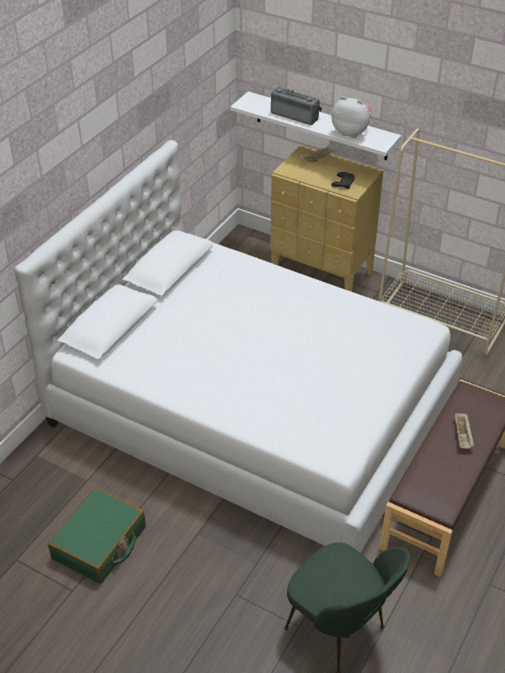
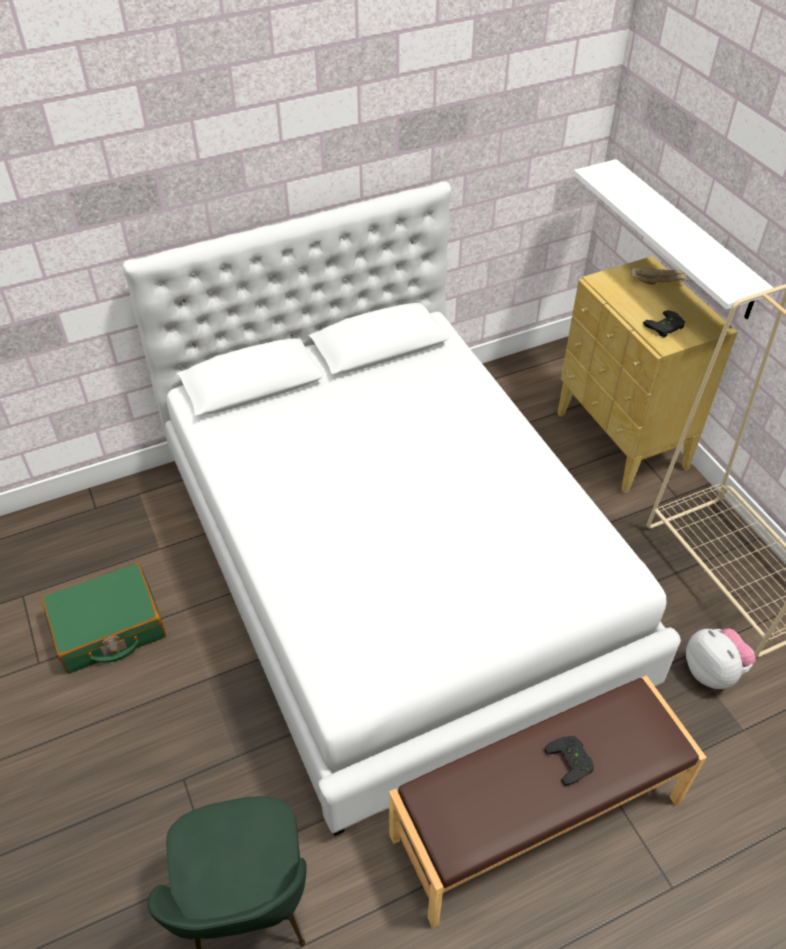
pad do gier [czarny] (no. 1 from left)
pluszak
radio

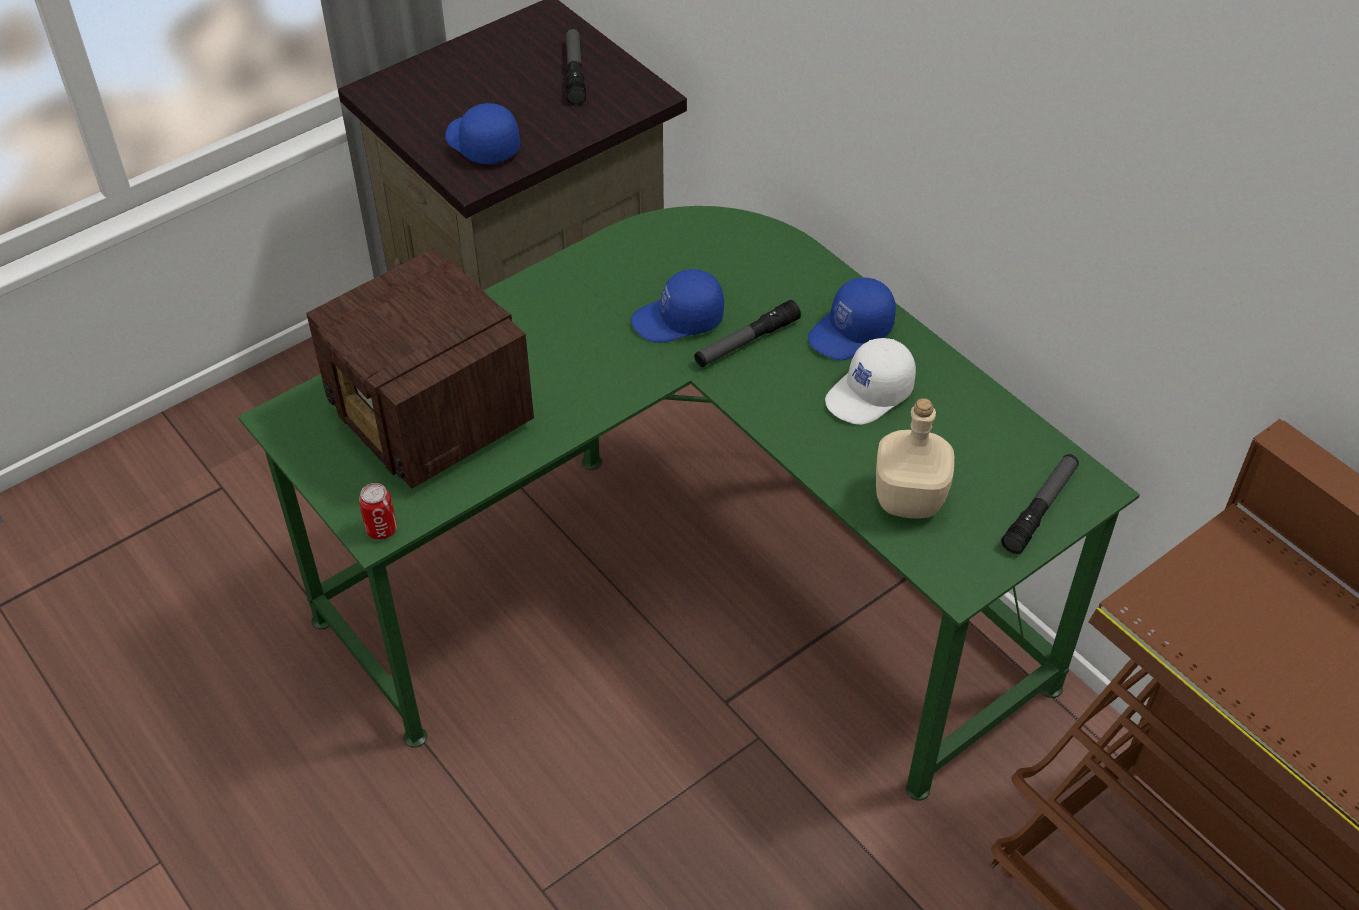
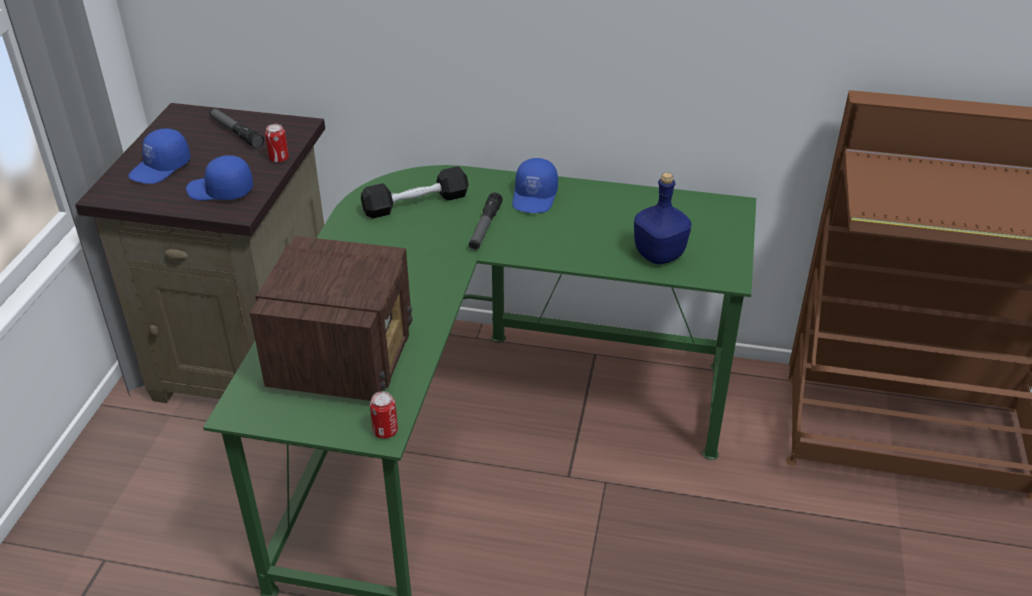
czapka z daszkiem [niebieski] (no. 1 from left)
radio
puszka (no. 1 from left)
hantel [czarny]
butelka [niebieski]
czapka z daszkiem [biały]
latarka (no. 3 from left in the first image)

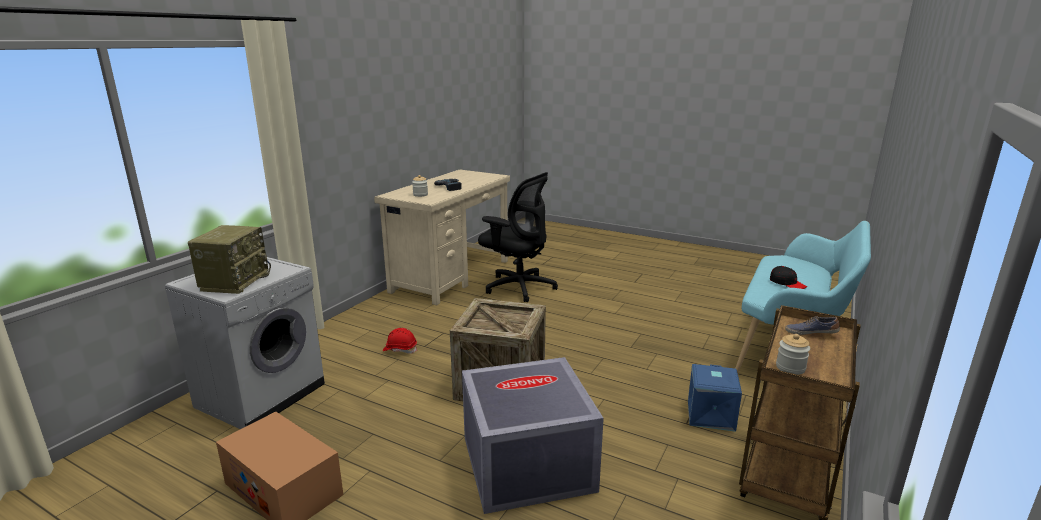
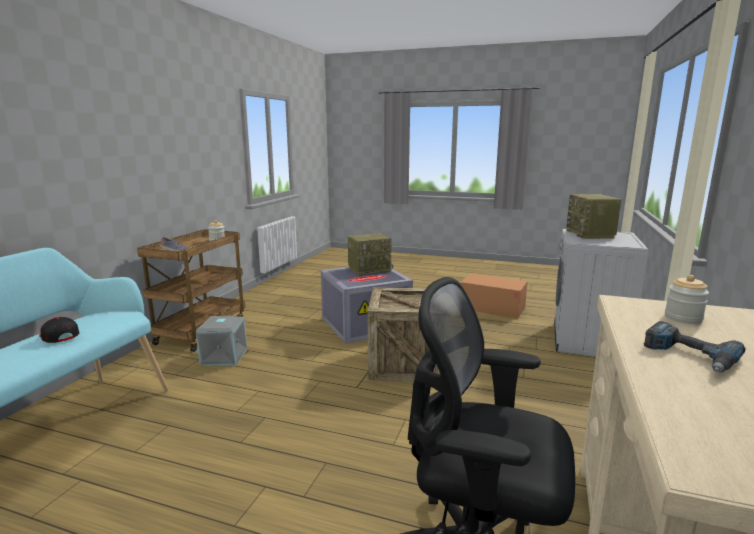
pojemnik do przechowywania [szary] (no. 1 from left)
radio (no. 1 from left)
kask [czerwony]

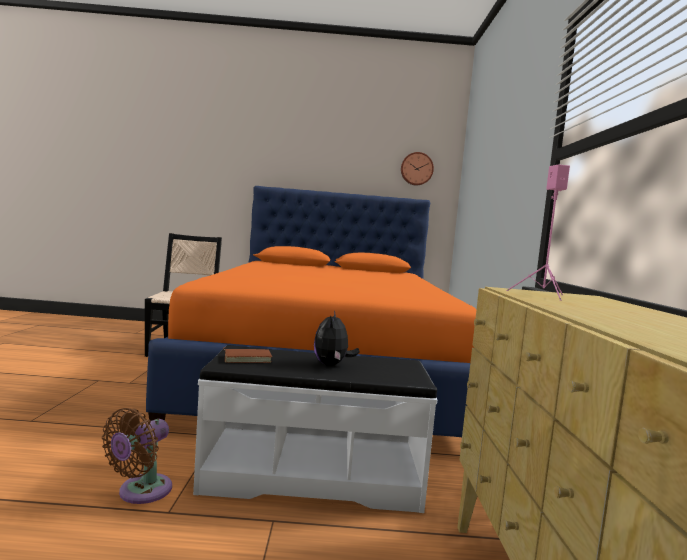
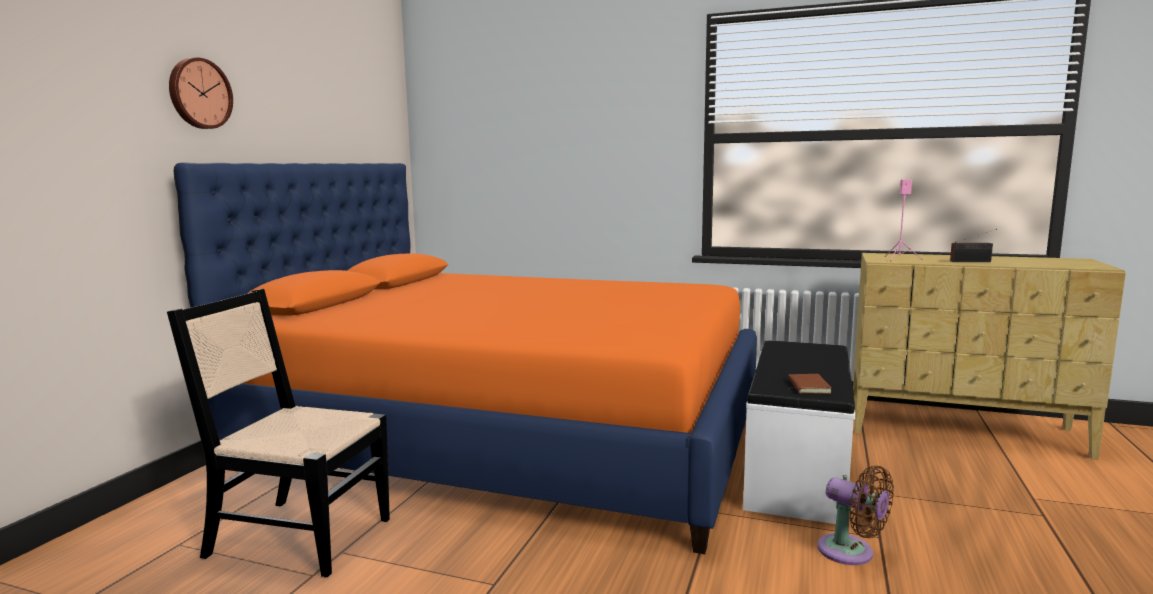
zegar ścienny
radio
pluszak

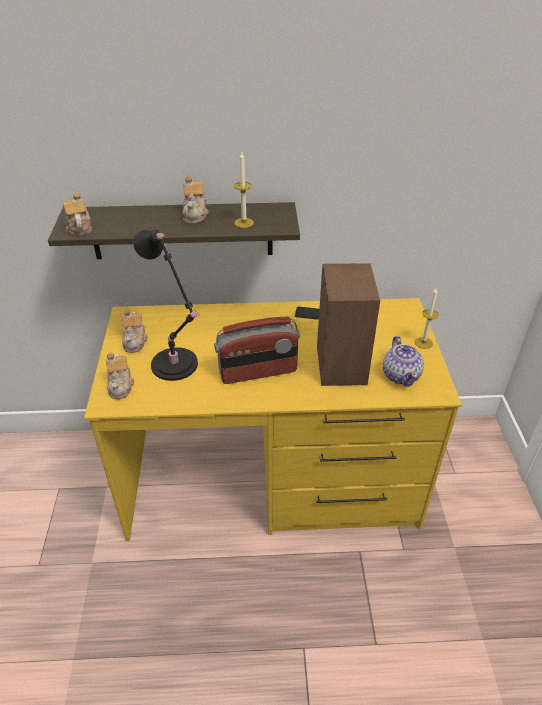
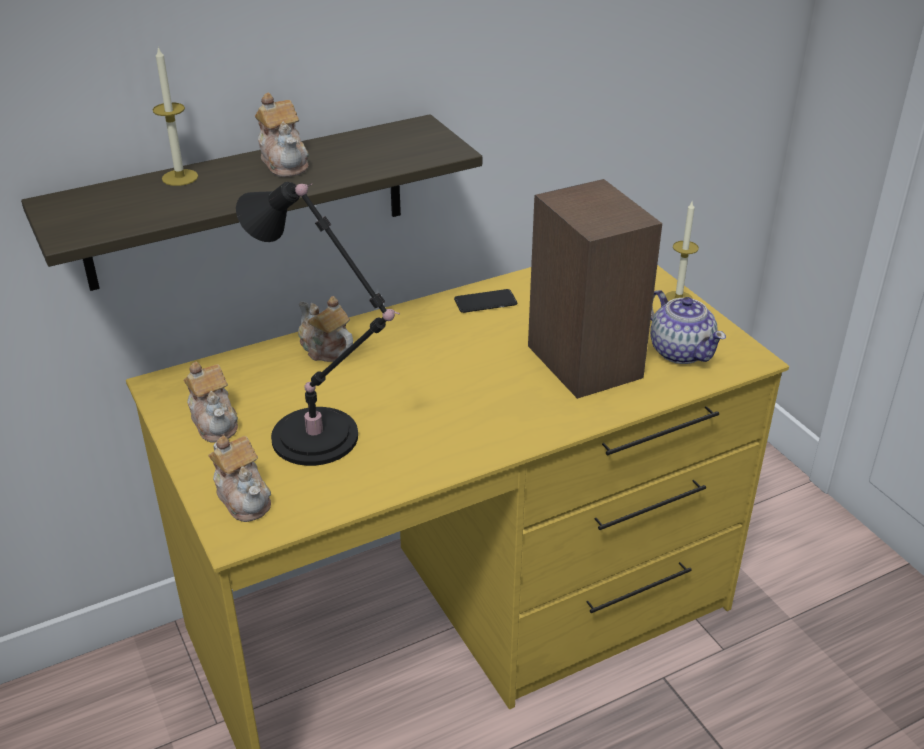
świeca (no. 1 from left)
imbryk (no. 4 from left)
radio

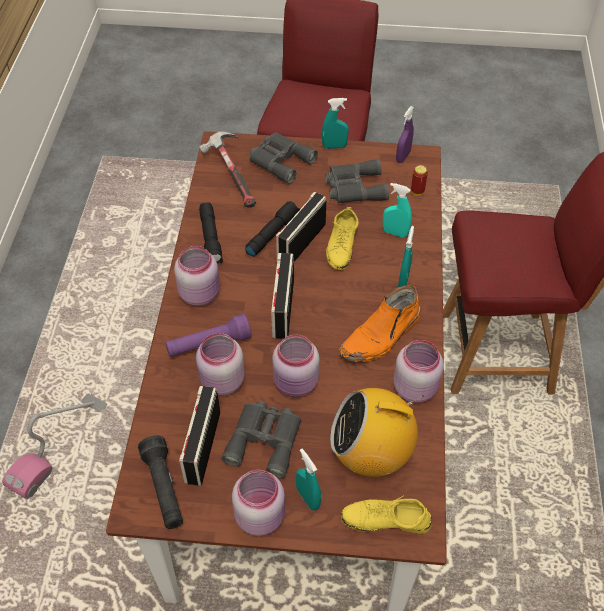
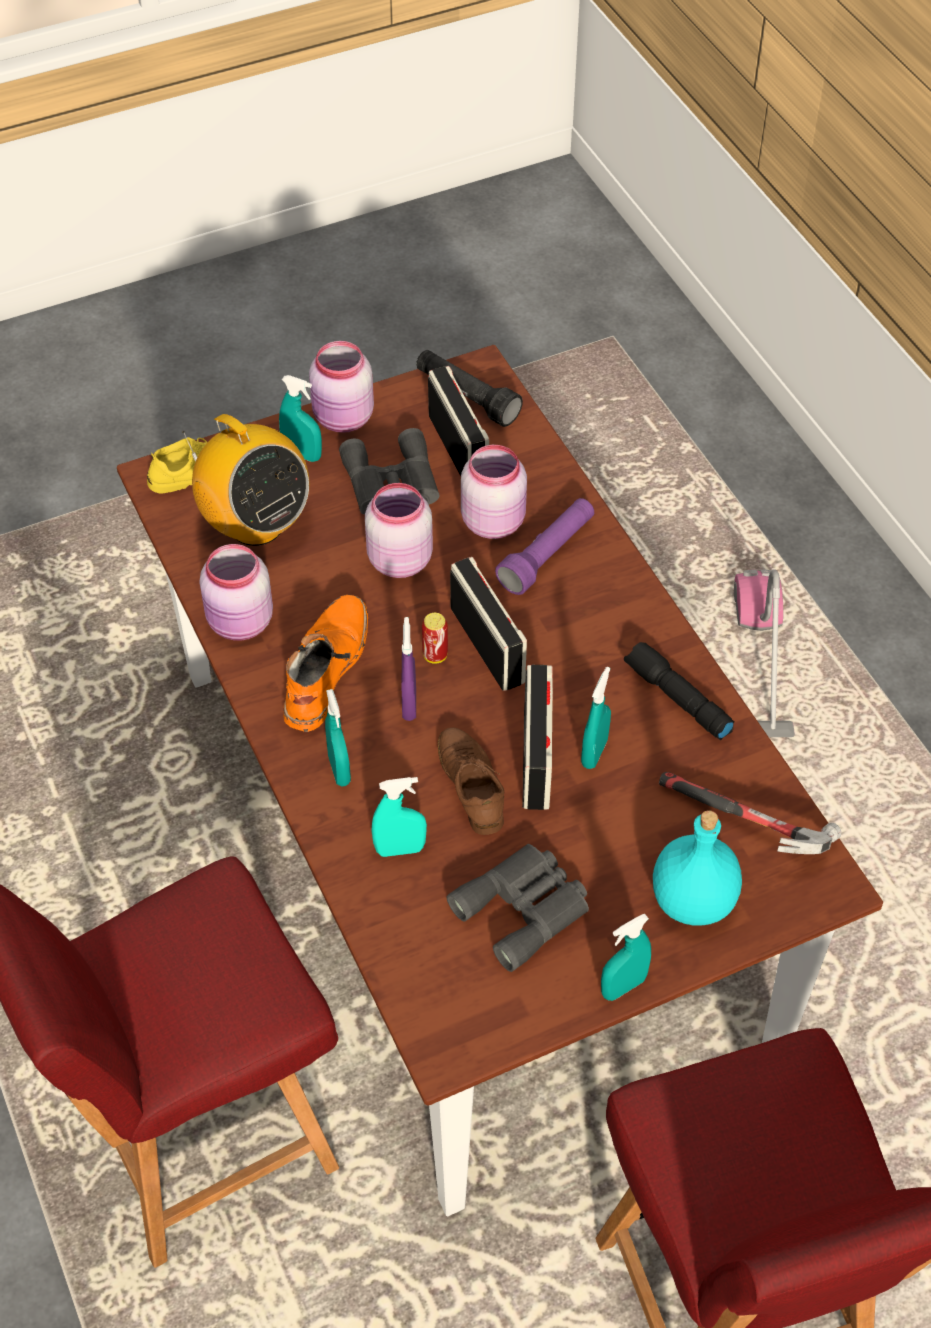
radio (no. 1 from left)
spryskiwacz [fioletowy]
puszka
but [brązowy]
spryskiwacz [turkusowy] (no. 4 from left)
butelka [turkusowy]
słoik [różowy] (no. 1 from left in the first image)

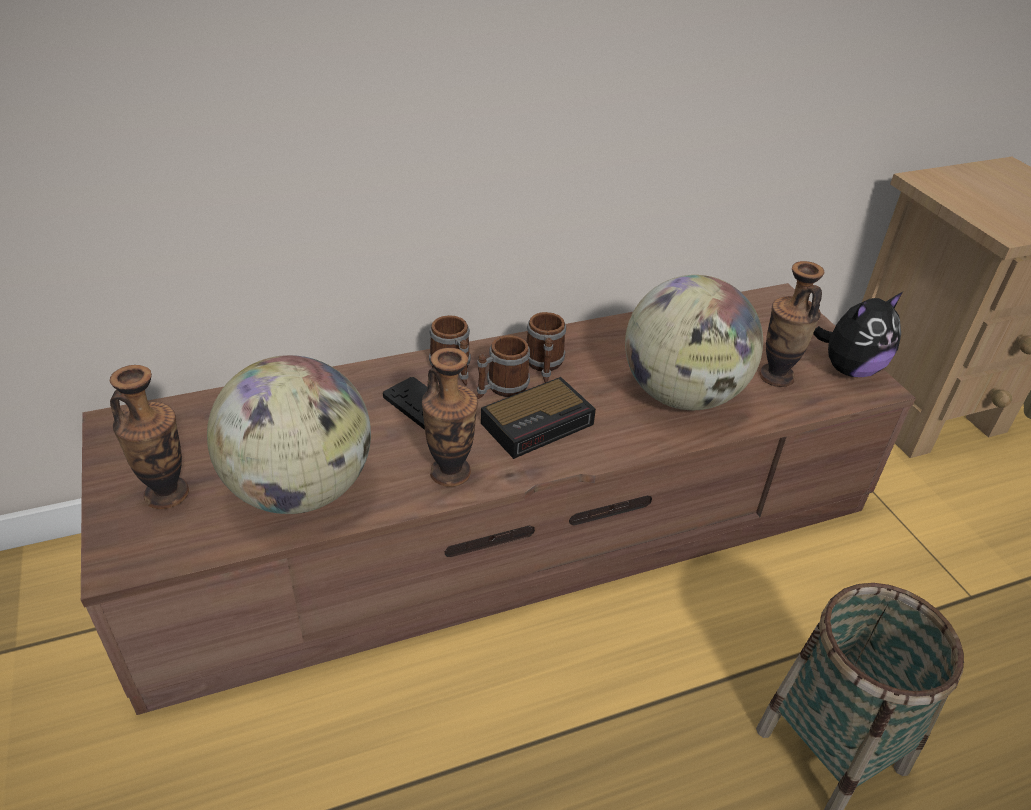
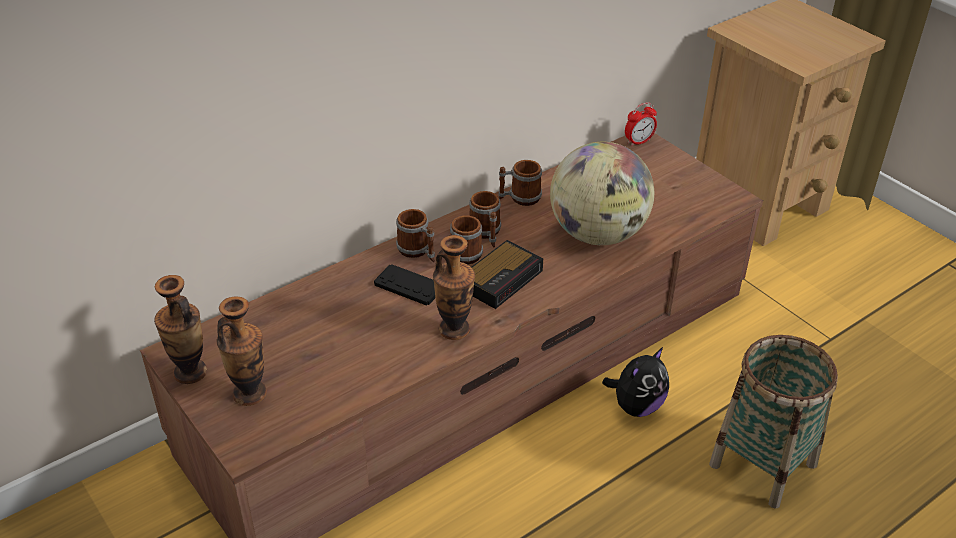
wazon (no. 1 from left)
kubek (no. 4 from left)
pluszak
budzik (no. 2 from left)
globus (no. 1 from left in the first image)

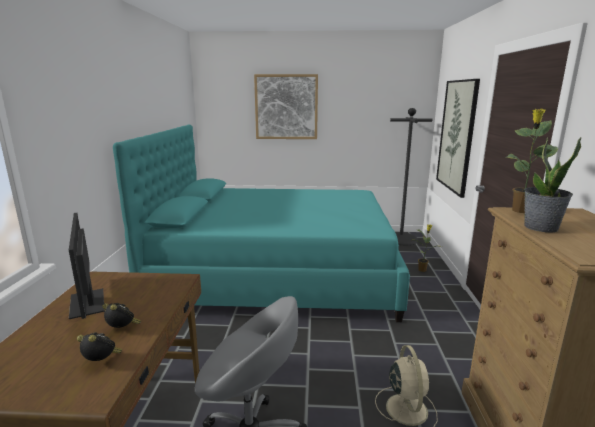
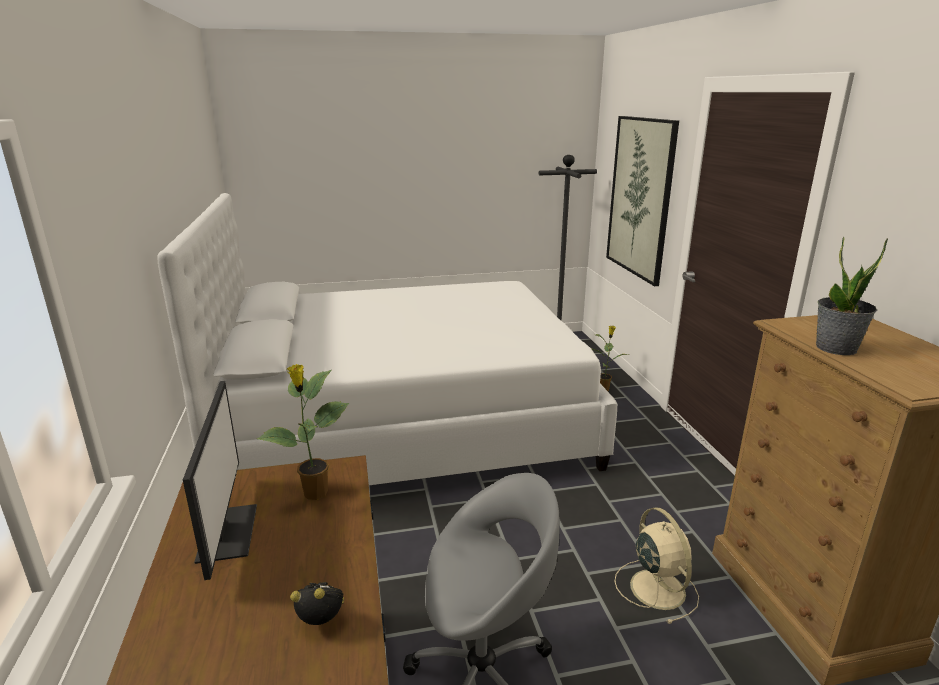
łóżko [biały]
monitor
roślina doniczkowa (no. 1 from left)
budzik (no. 2 from left in the first image)
obraz (no. 1 from left in the first image)

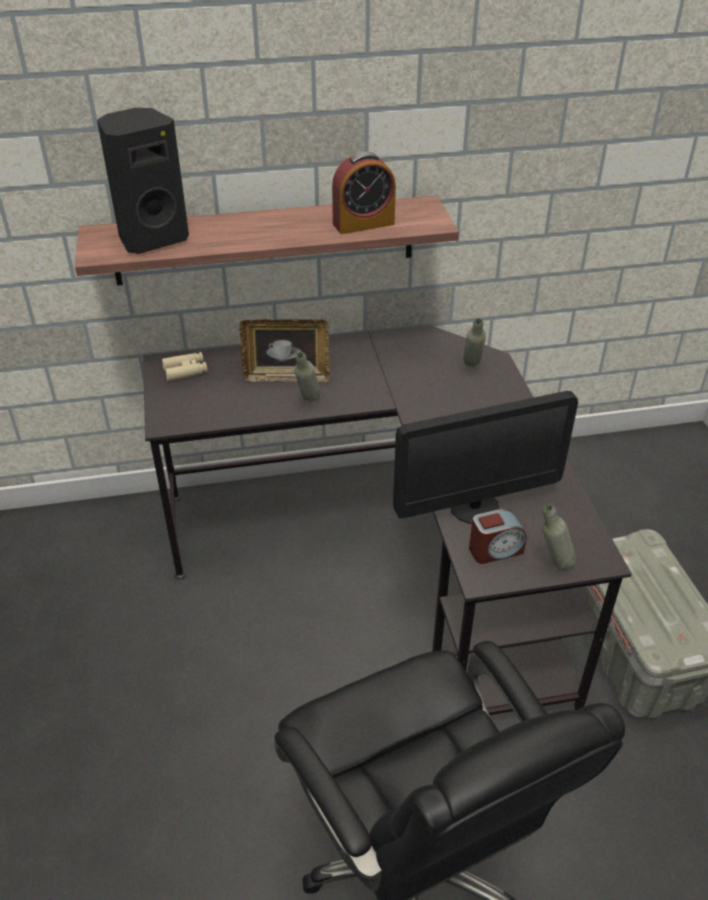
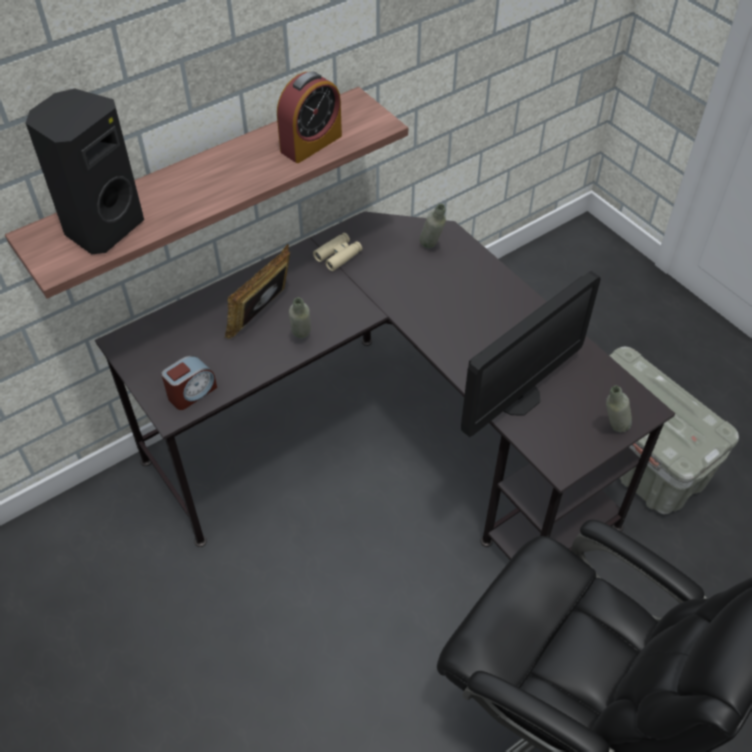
budzik (no. 1 from left)
ramka na zdjęcie
lornetka [beżowy]

